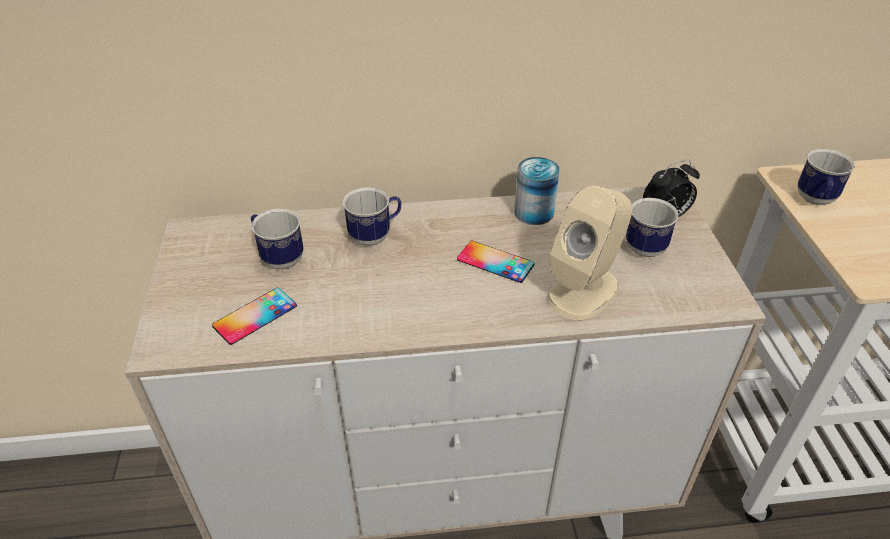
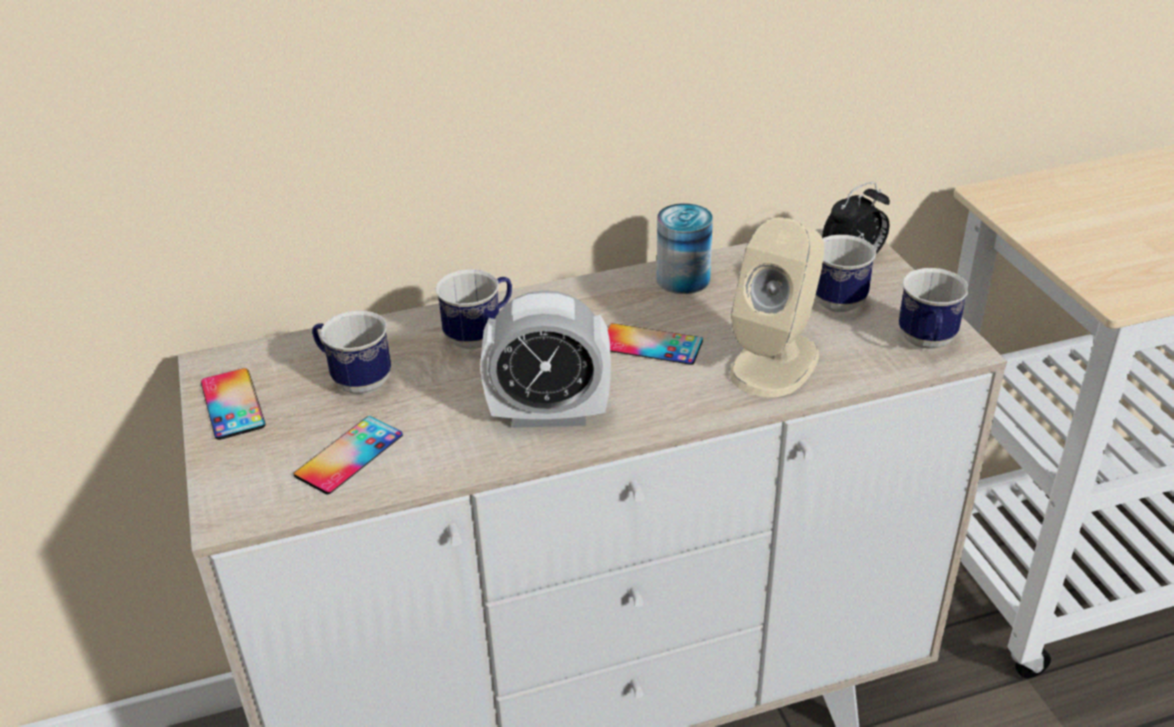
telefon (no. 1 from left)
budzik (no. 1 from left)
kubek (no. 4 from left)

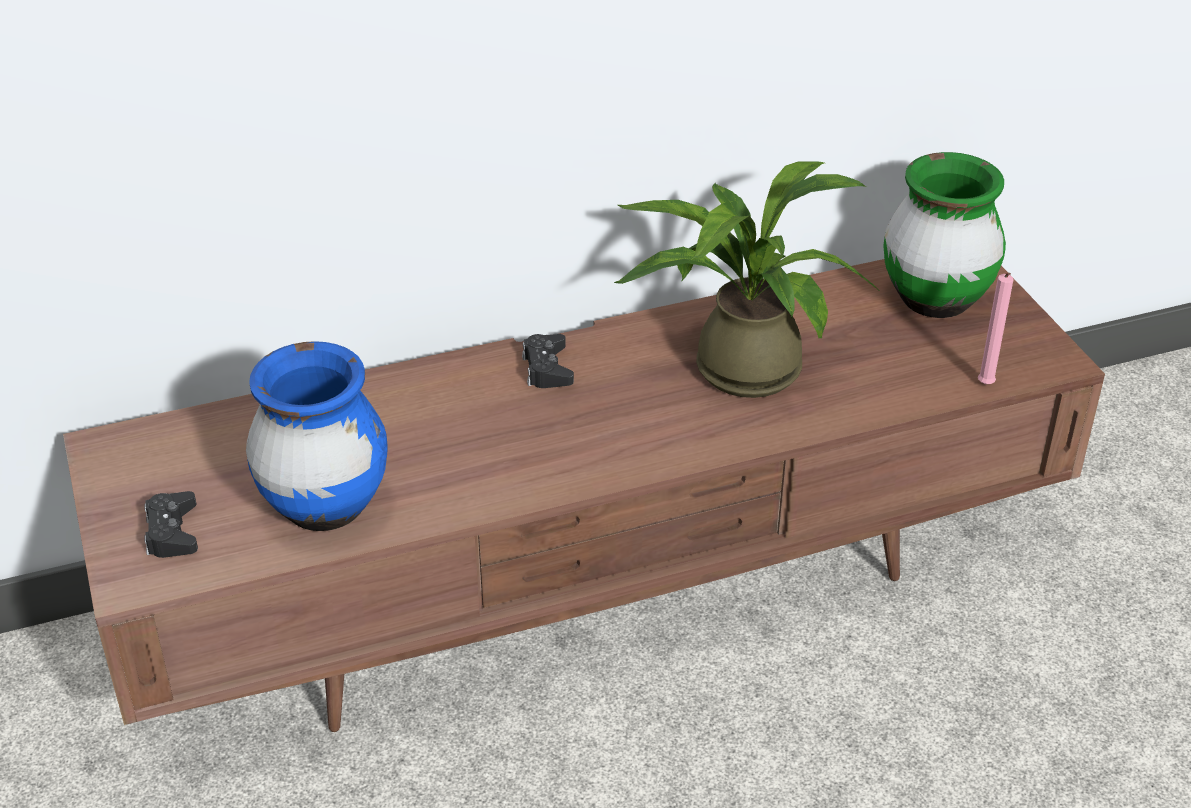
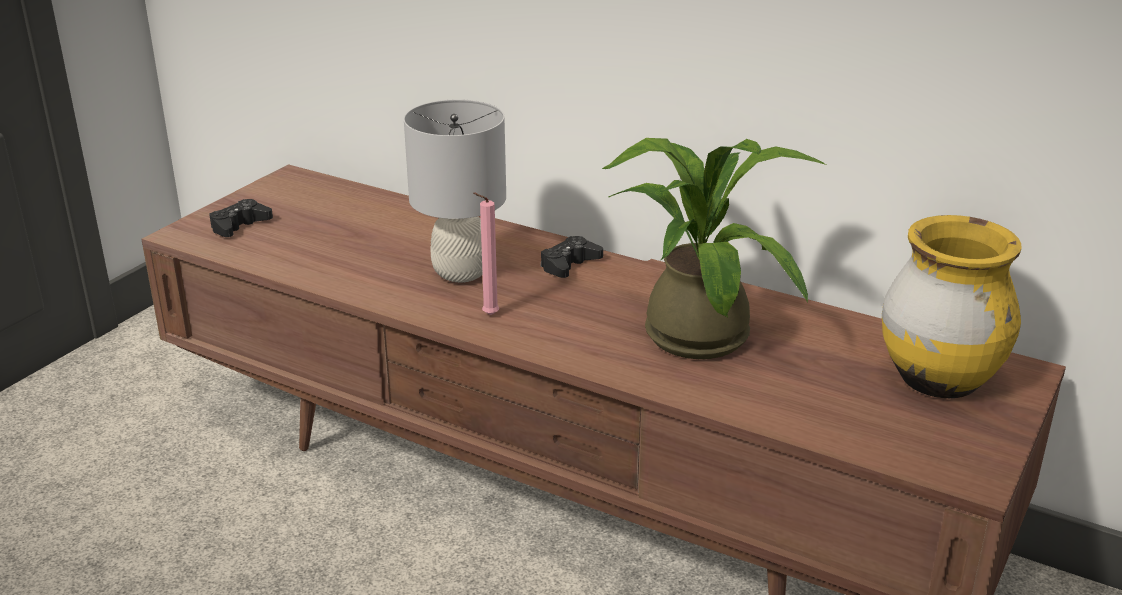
lampa stołowa [szary]
świeca [różowy]
wazon [żółty]
wazon [niebieski]

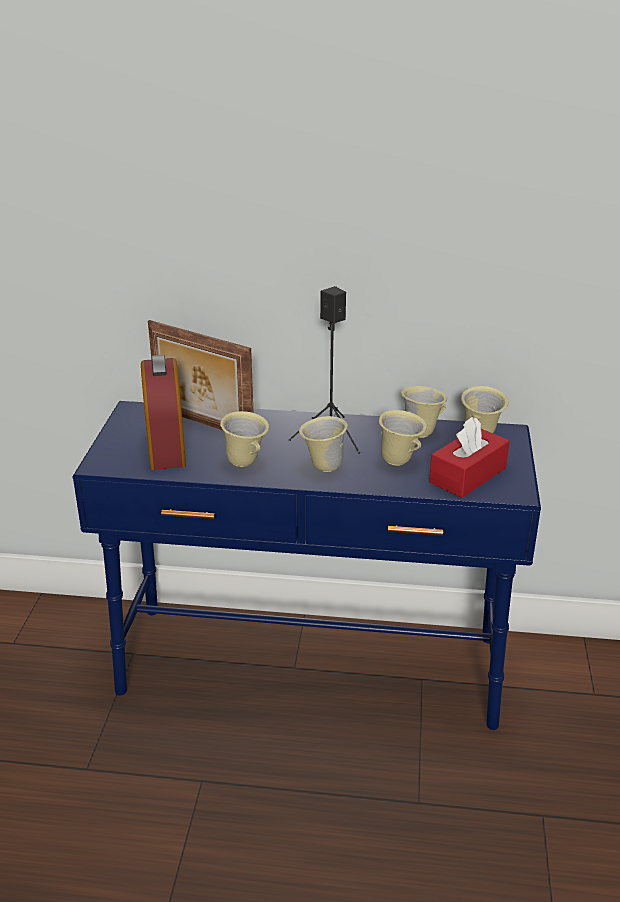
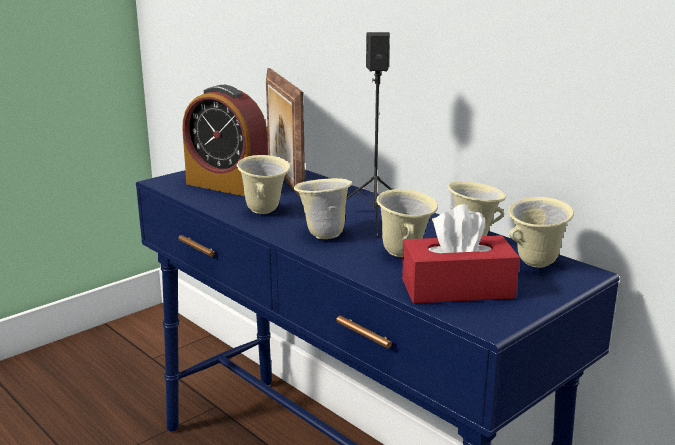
budzik

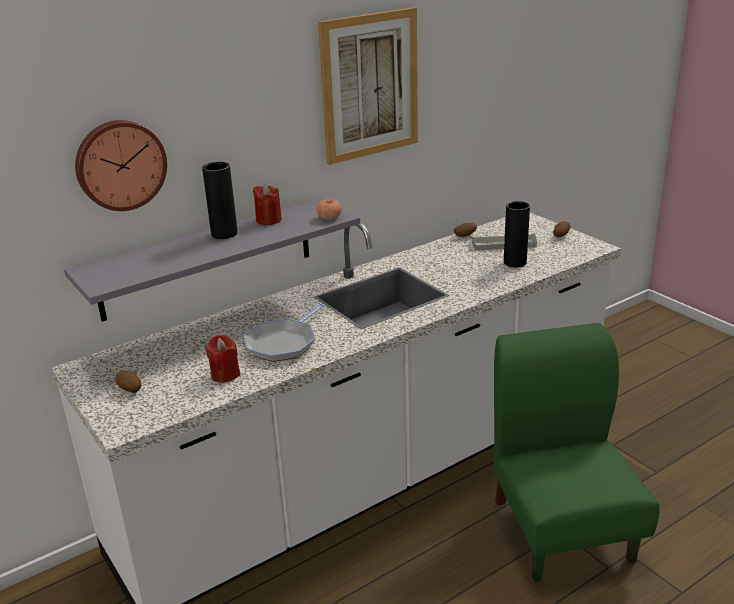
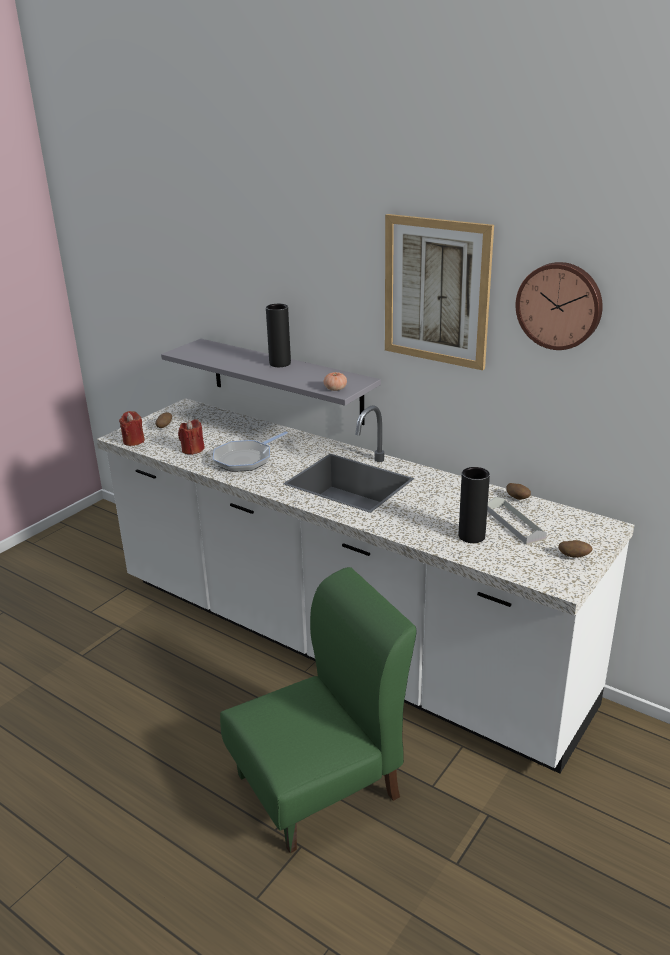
świeca [czerwony] (no. 1 from left)
patelnia
zegar ścienny

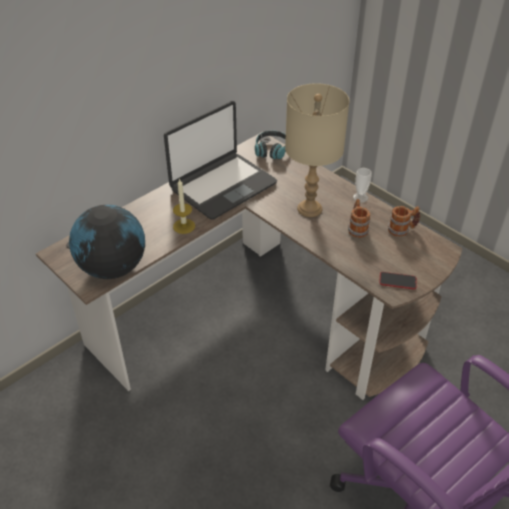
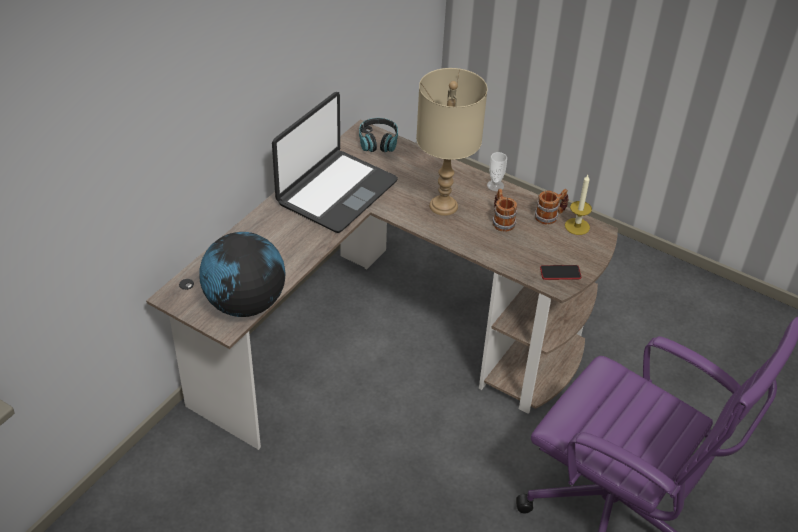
świeca

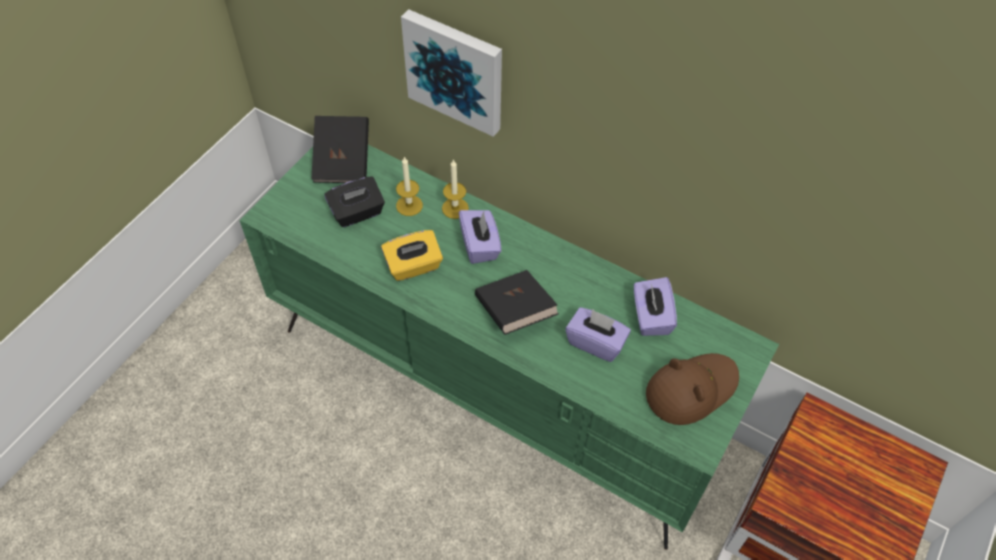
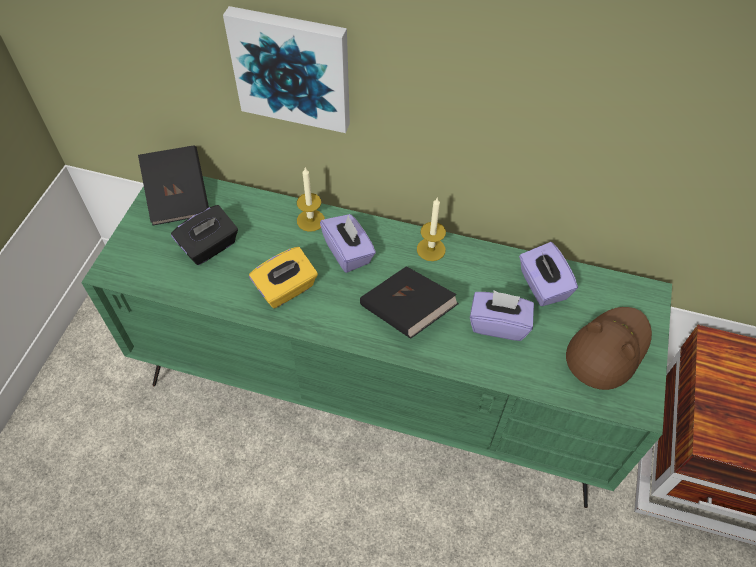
świeca (no. 2 from left)

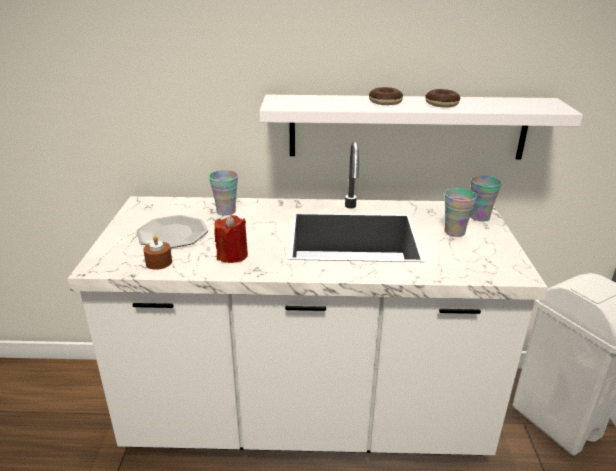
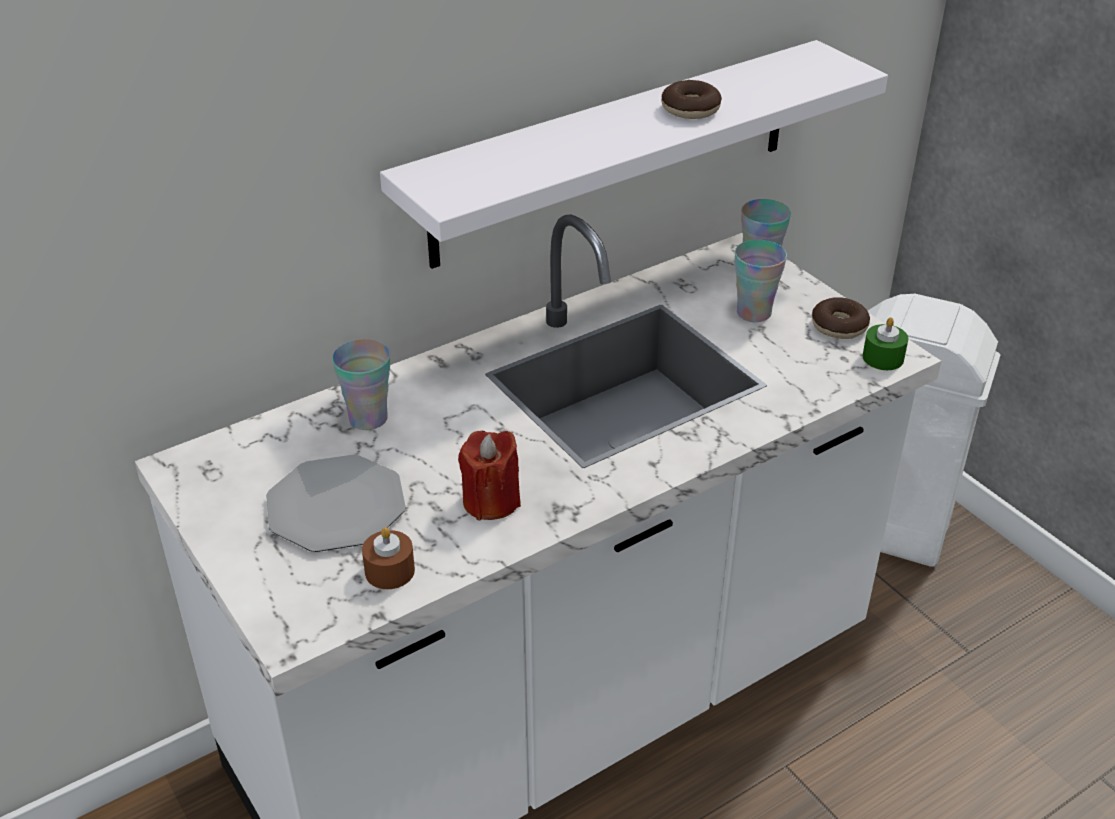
donut (no. 2 from left)
świeca [zielony]

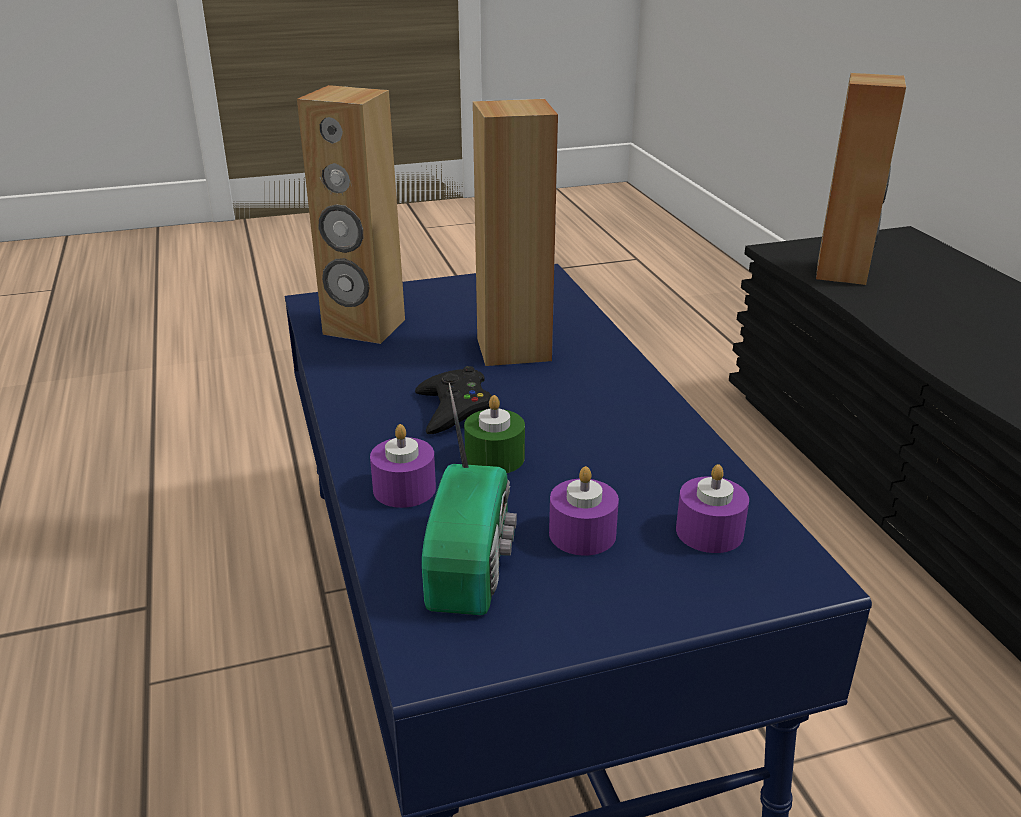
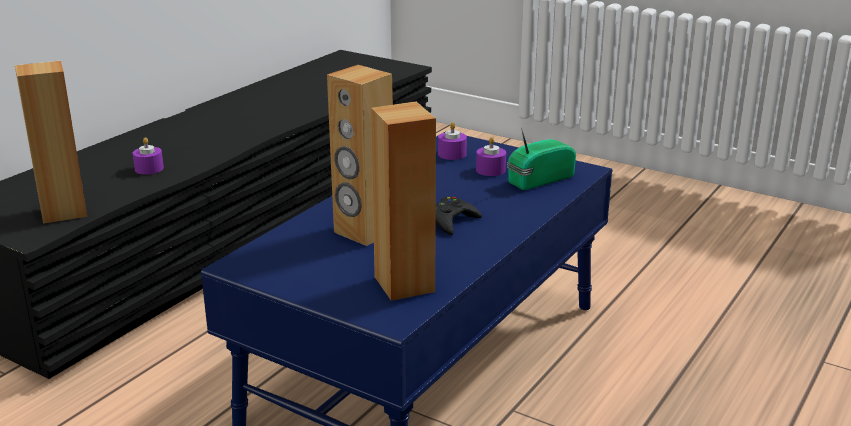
świeca [fioletowy] (no. 1 from left)
świeca [zielony]

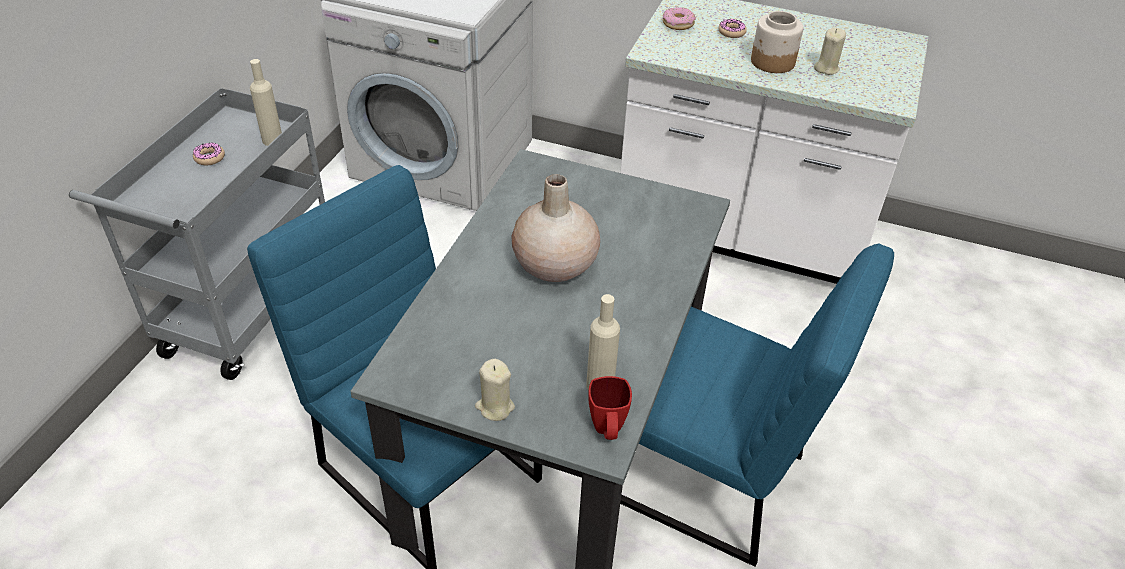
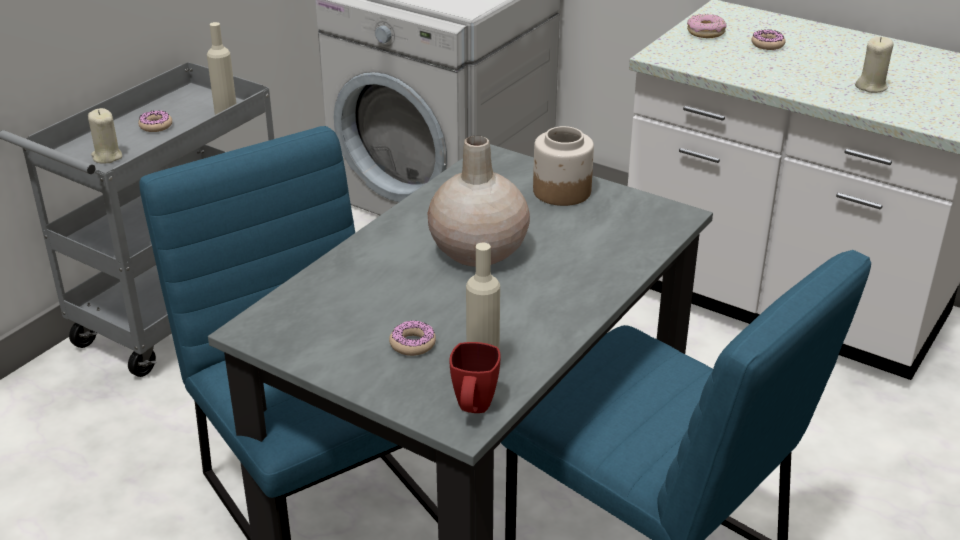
świeca [beżowy] (no. 1 from left)
donut (no. 2 from left)
słoik

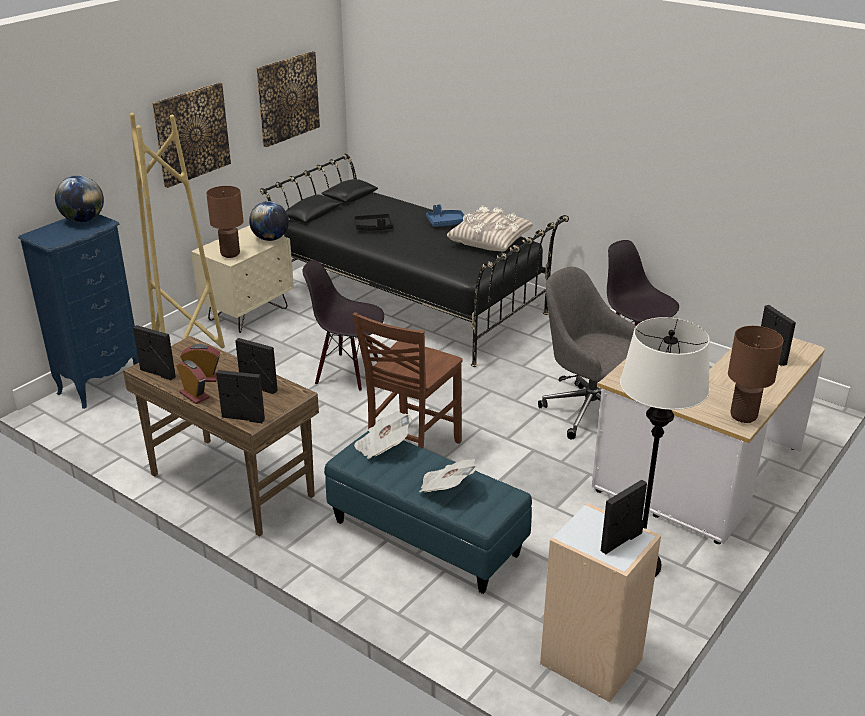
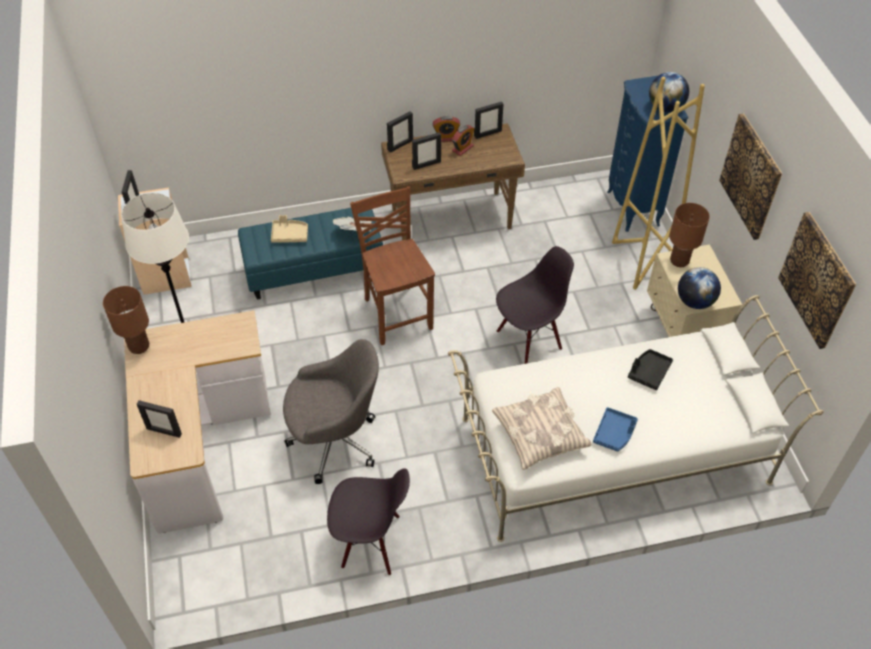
taca [beżowy]
łóżko [biały]

